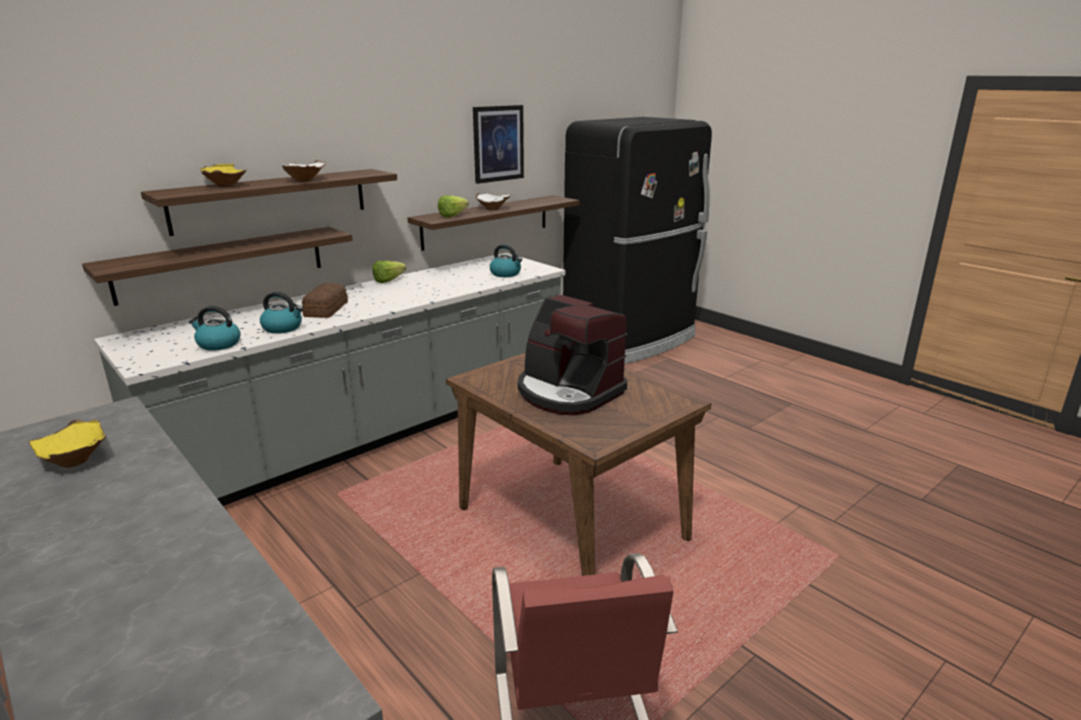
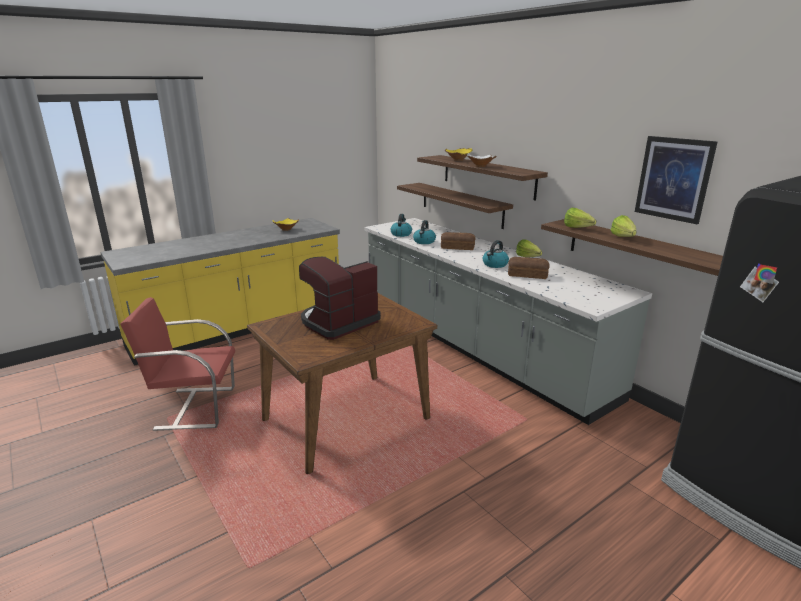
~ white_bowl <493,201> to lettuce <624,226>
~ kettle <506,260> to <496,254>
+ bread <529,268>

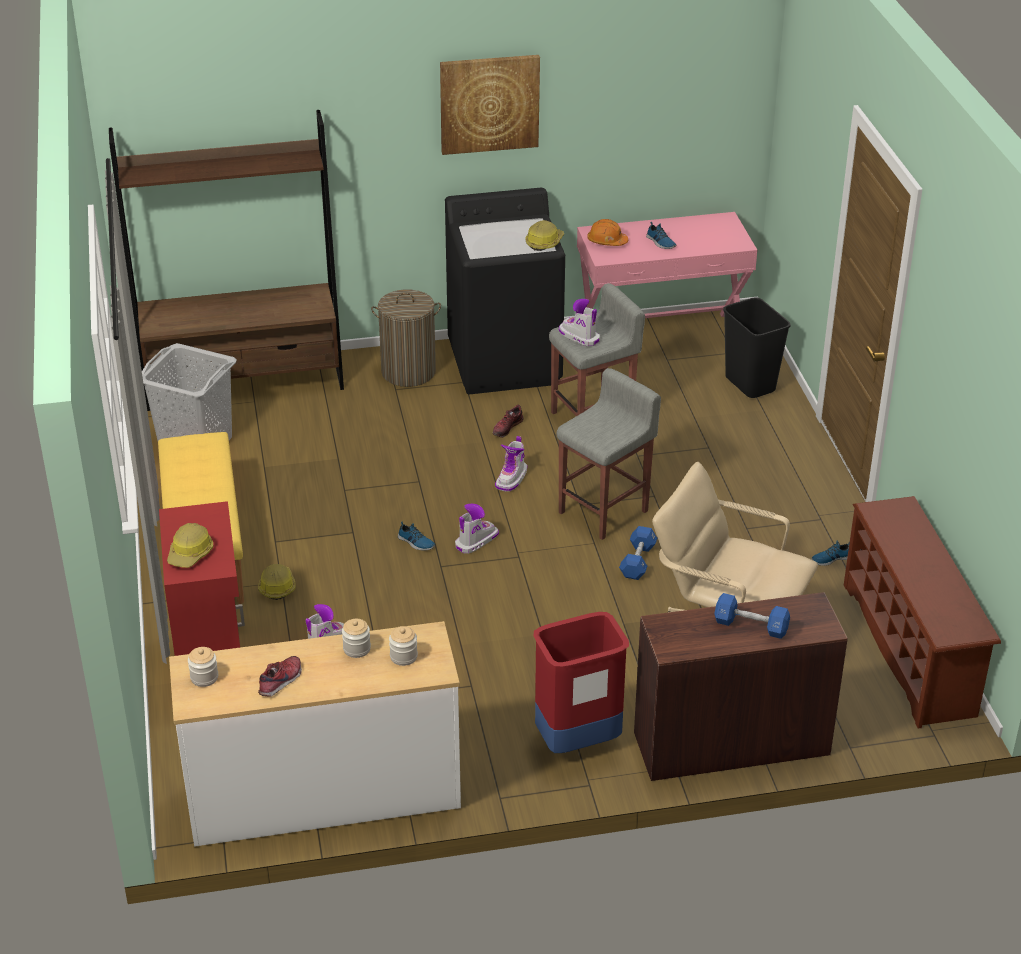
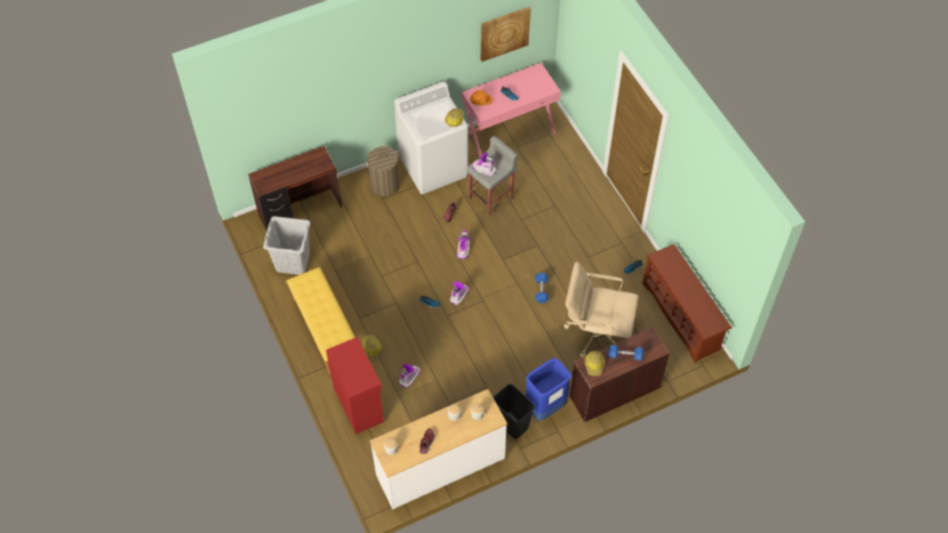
~ picture <490,105> to <506,34>
~ brown_bookcase <226,260> to brown_desk <295,189>
~ black_washing_machine <505,291> to white_washing_machine <431,137>
~ black_trash_can <757,348> to <514,411>
- grey_stool <609,454>
~ hard_hat <190,545> to <595,363>
~ red_trash_can <581,682> to blue_trash_can <549,389>

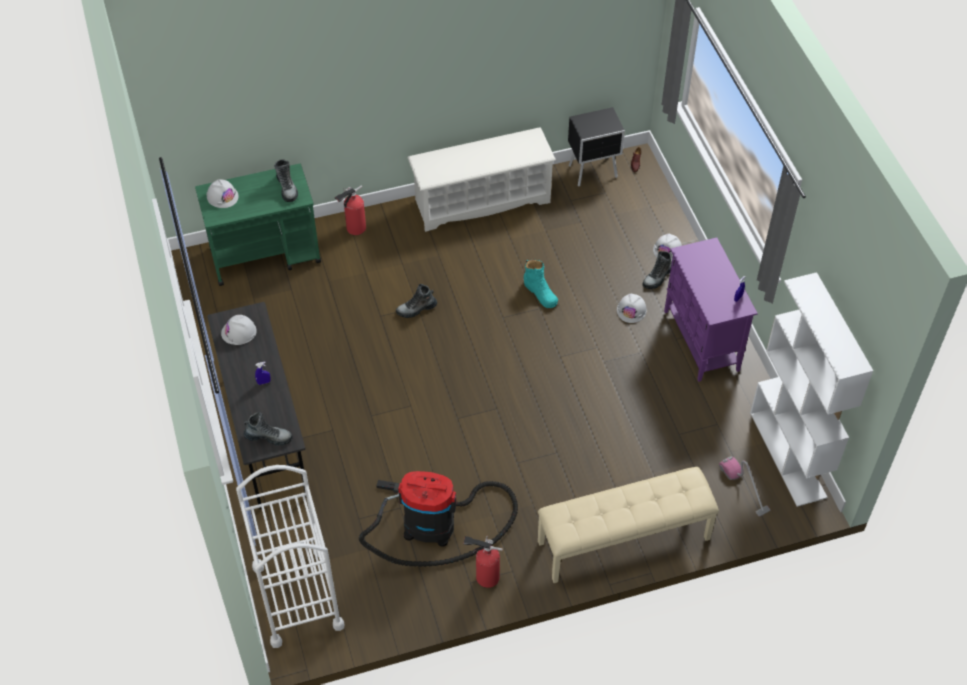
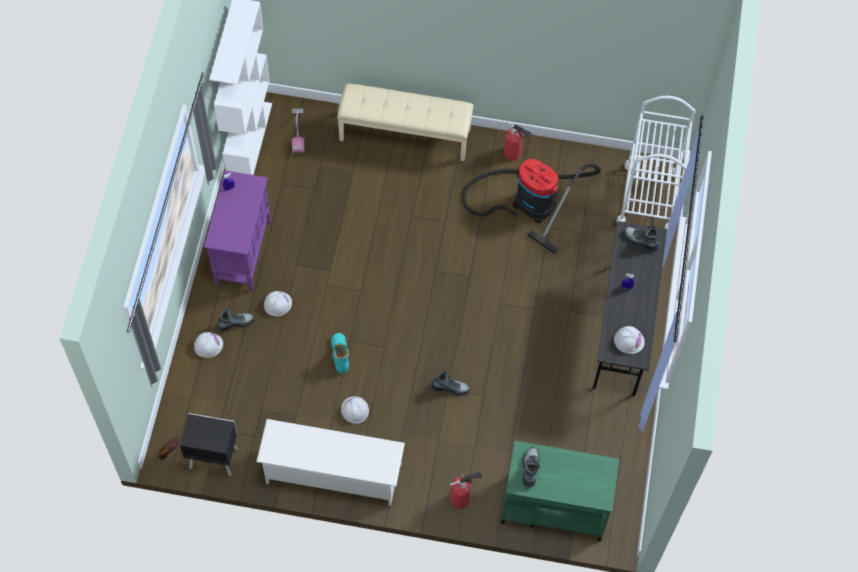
~ white_hard_hat <223,193> to <355,410>

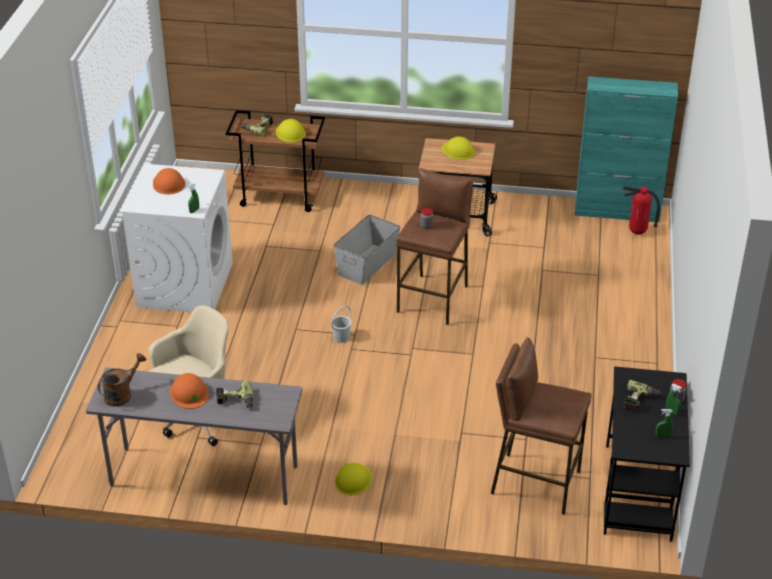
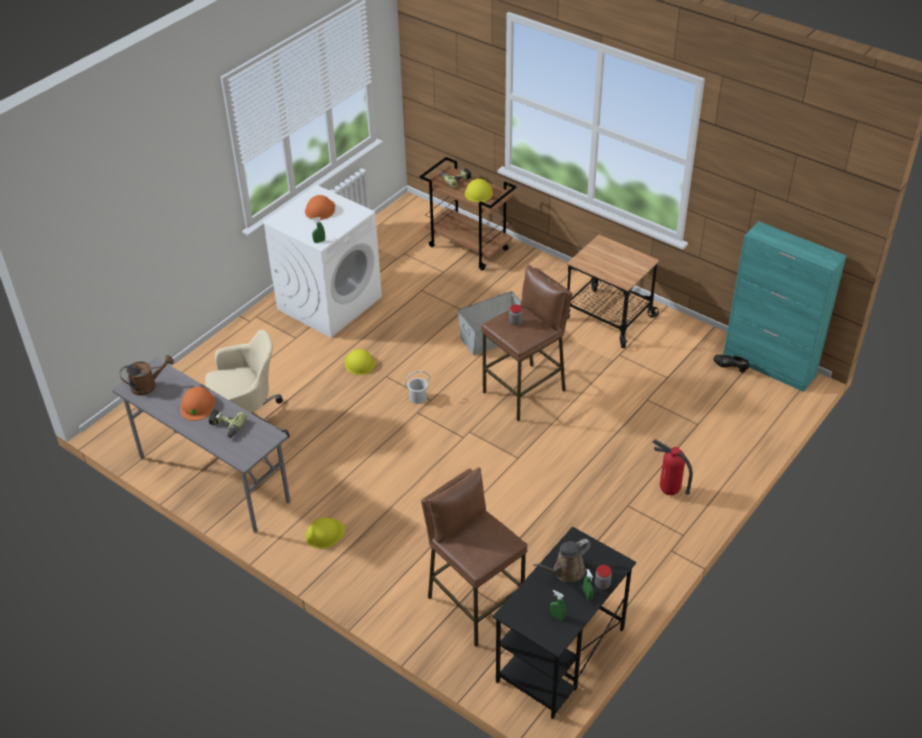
~ yellow_hard_hat <458,148> to <360,362>
~ fire_extinguisher <641,210> to <672,467>
~ power_drill <642,396> to brown_watering_can <562,560>
+ black_shoe <731,363>

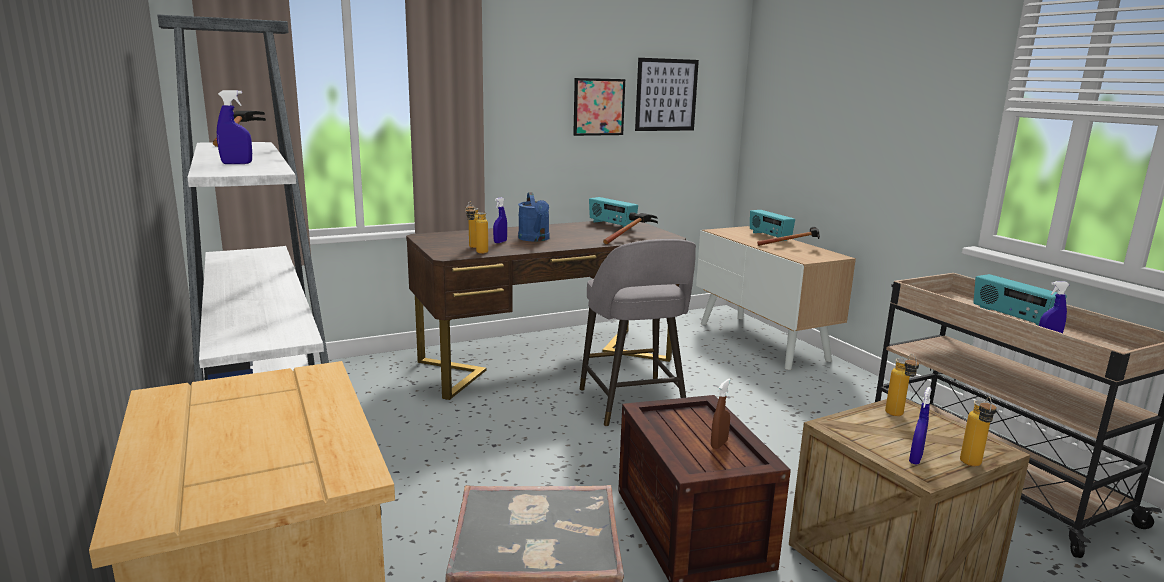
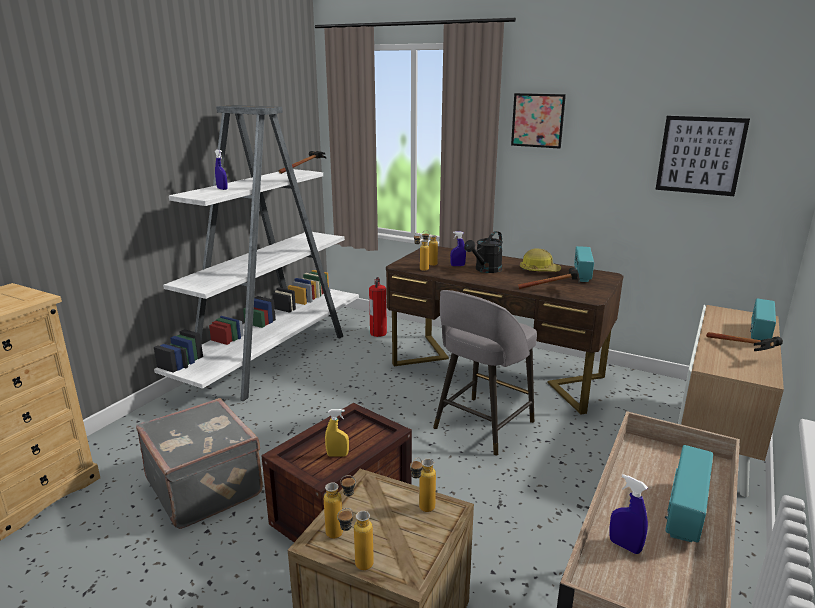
~ picture <599,107> to <538,121>
~ blue_watering_can <534,217> to black_watering_can <483,252>
~ brown_spray_bottle <721,414> to yellow_spray_bottle <337,433>
~ blue_spray_bottle <920,426> to bottle <340,507>
+ hard_hat <540,260>
+ fire_extinguisher <378,307>

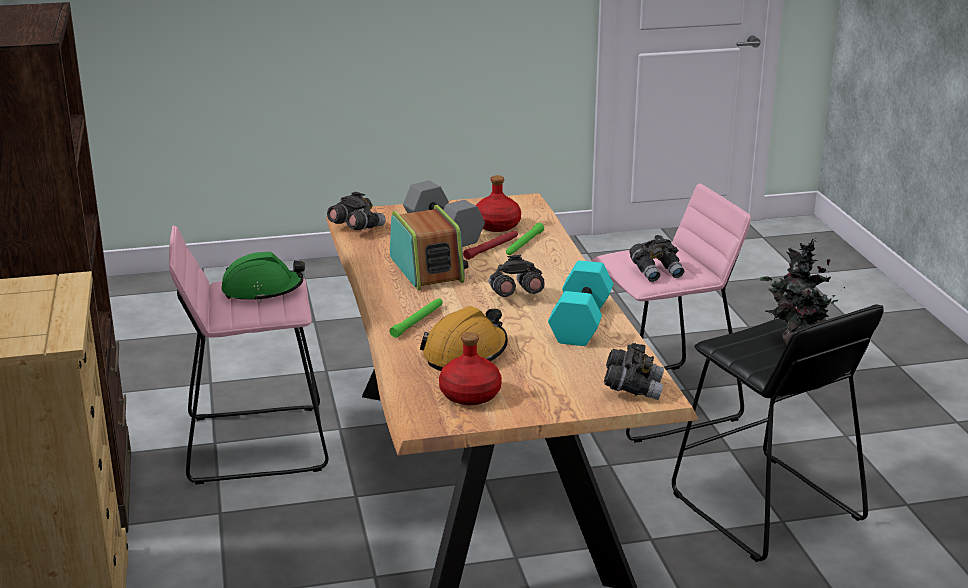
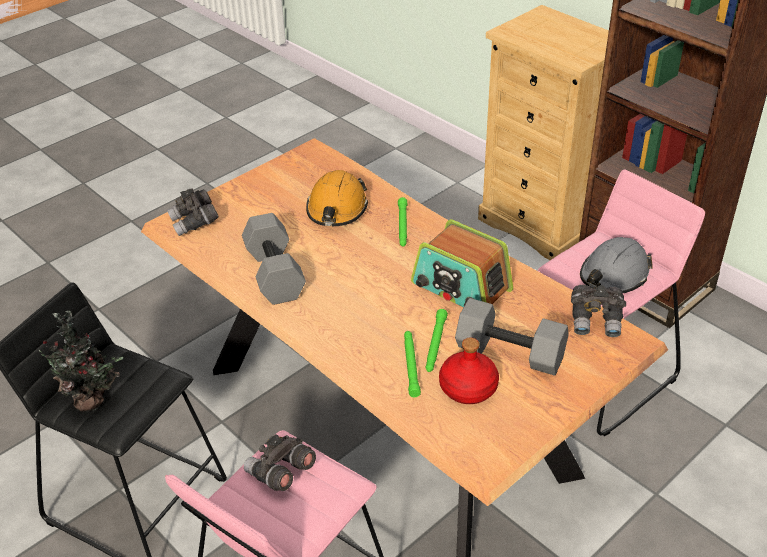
~ red_flashlight <490,245> to green_flashlight <437,340>
~ green_hard_hat <263,277> to grey_hard_hat <616,265>
- grey_binoculars <517,276>
~ turquoise_dumbbell <580,303> to grey_dumbbell <274,259>
- red_bottle <470,368>

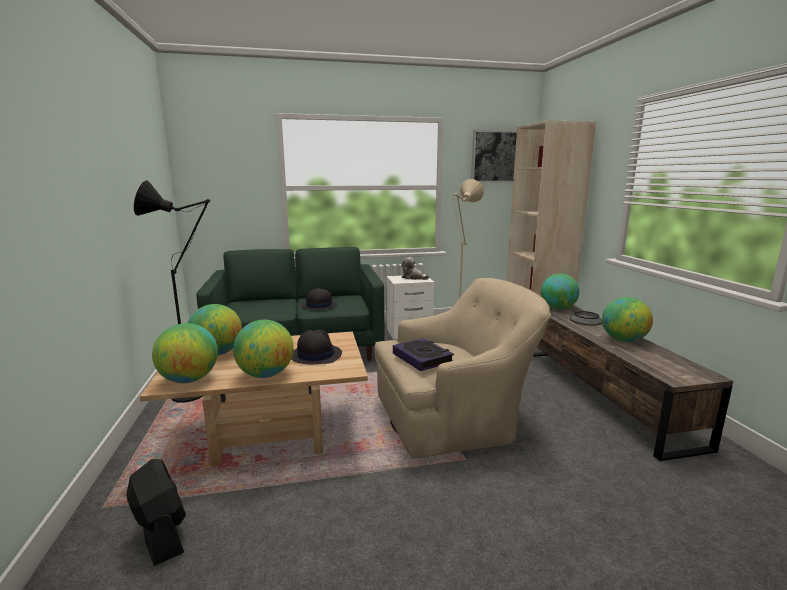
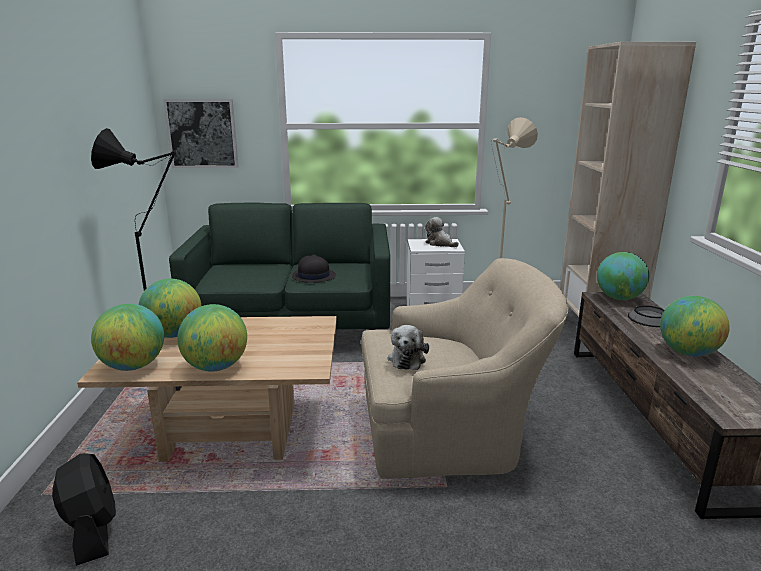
~ picture <494,156> to <201,133>
- black_hat <317,347>
~ book <423,354> to plush_toy <408,347>

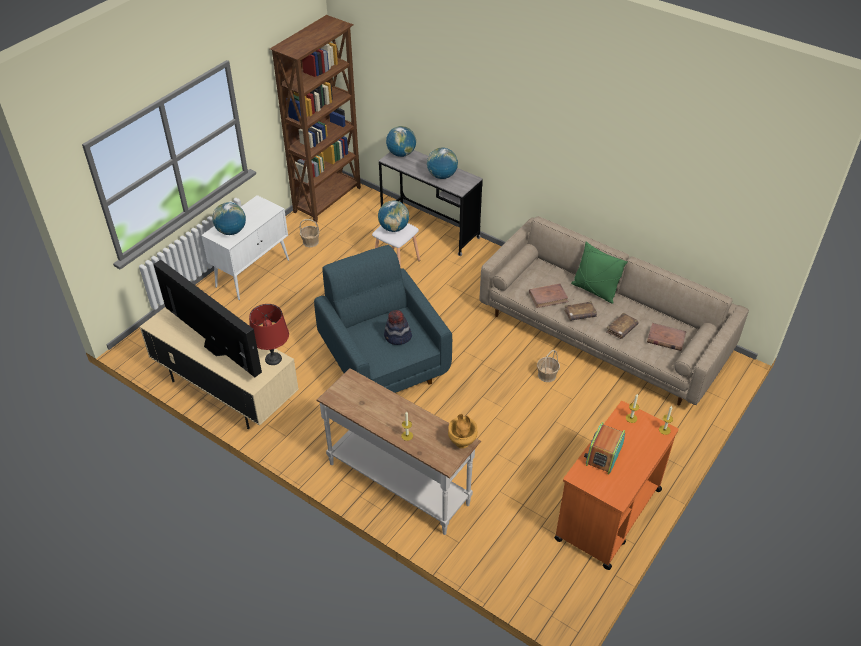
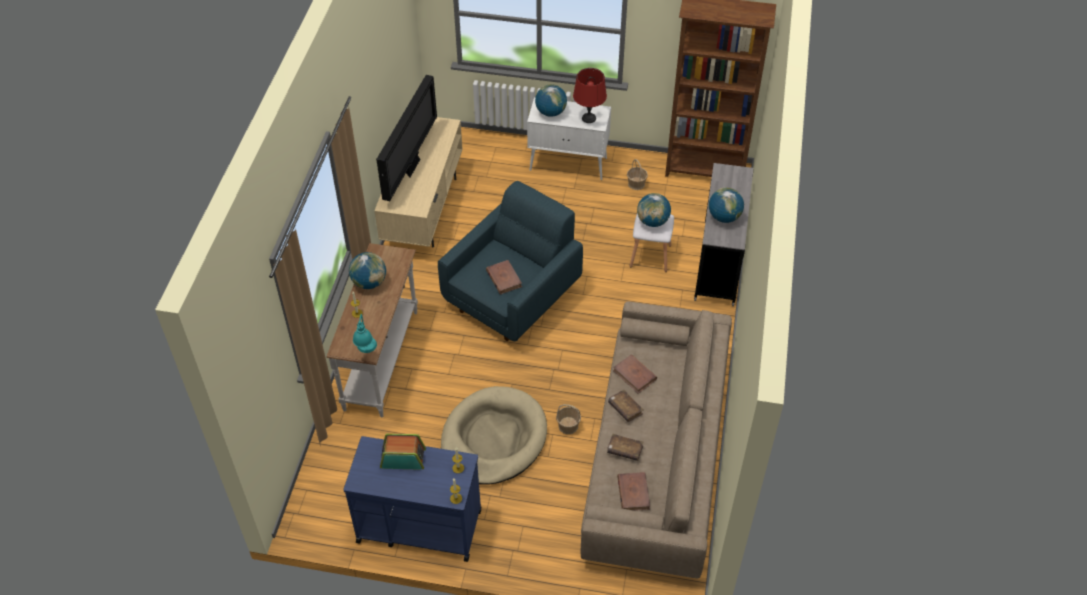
~ globe <401,141> to <367,270>
- green_pillow <599,272>
~ red_table_lamp <269,334> to <590,95>
~ hat <398,327> to brown_book <504,277>
~ orange_cart <616,485> to blue_cart <412,499>
~ brown_vase <463,431> to turquoise_table_lamp <365,333>
+ beige_dog_bed <494,435>

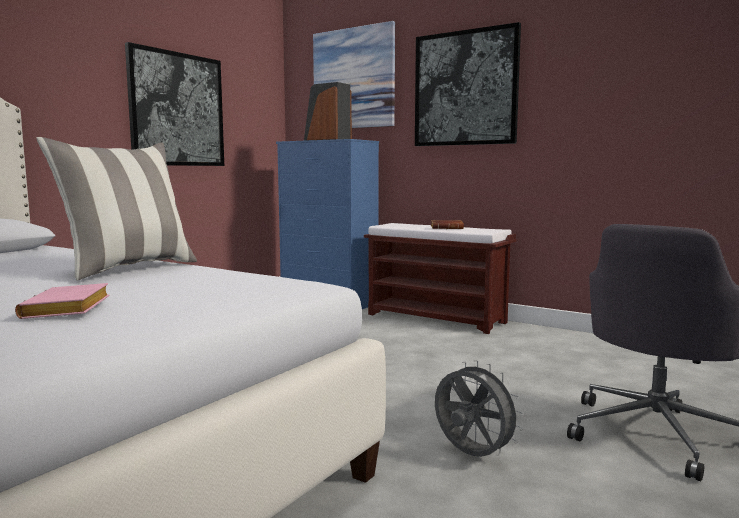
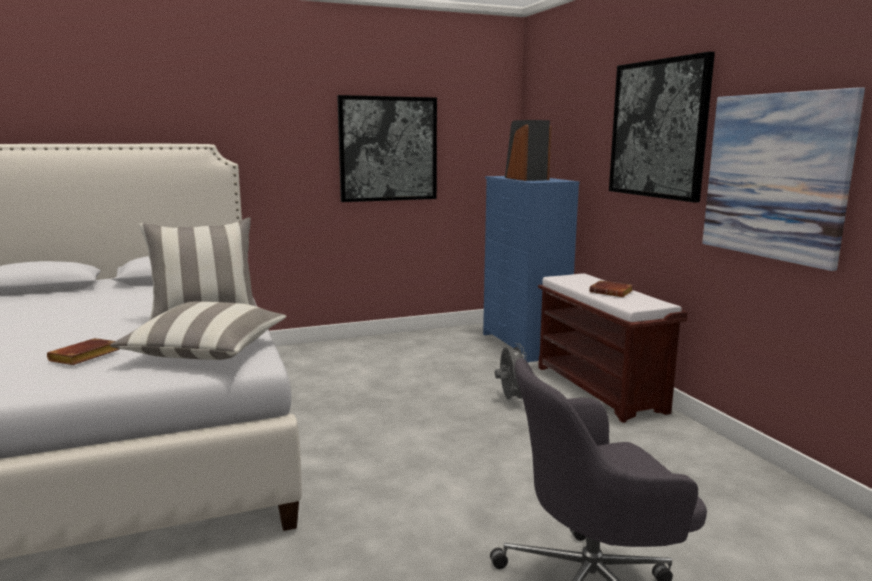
~ picture <354,74> to <783,179>
~ pink_book <62,301> to brown_book <83,351>
~ grey_fan <479,408> to <510,372>
+ pillow <198,330>

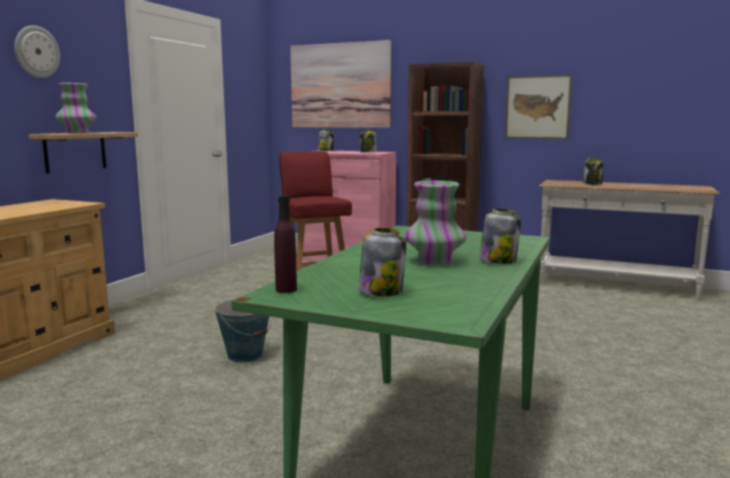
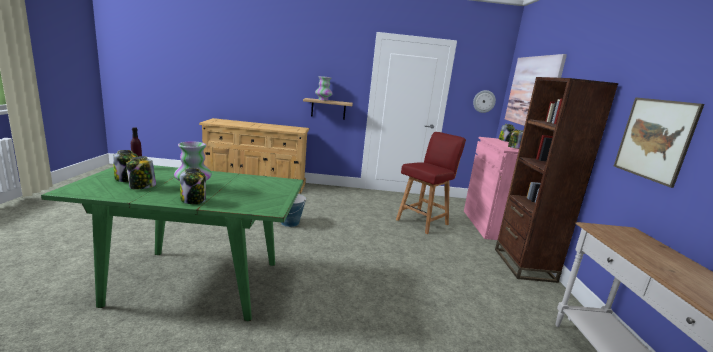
~ wall_clock <37,51> to <484,101>
~ jar <593,171> to <141,172>

